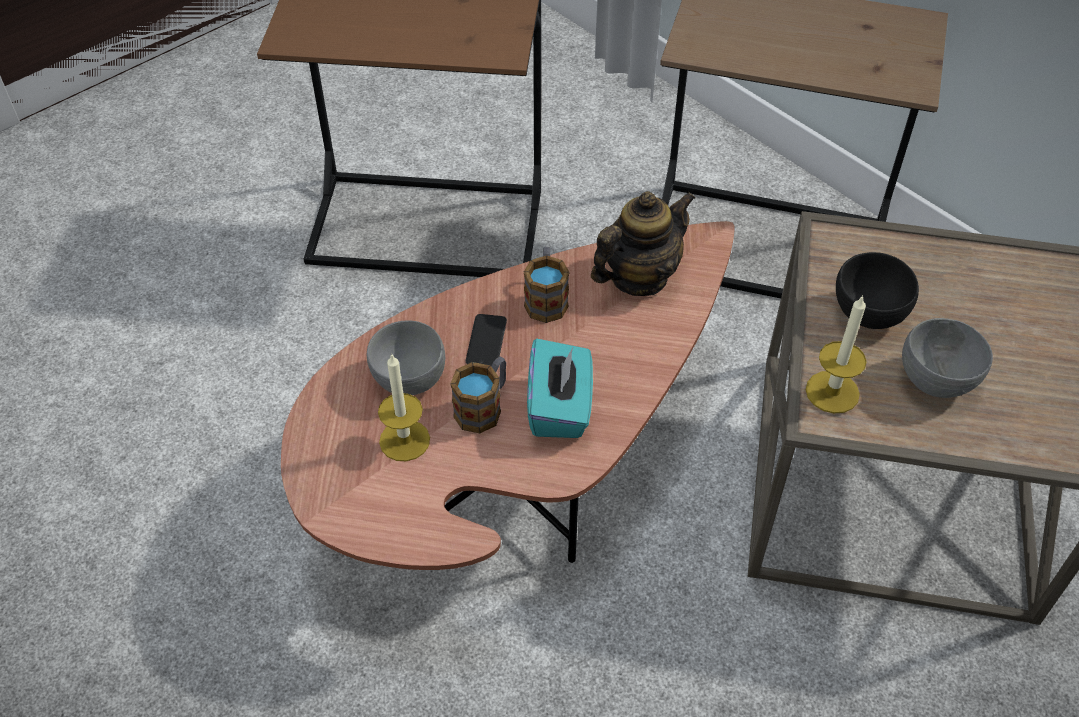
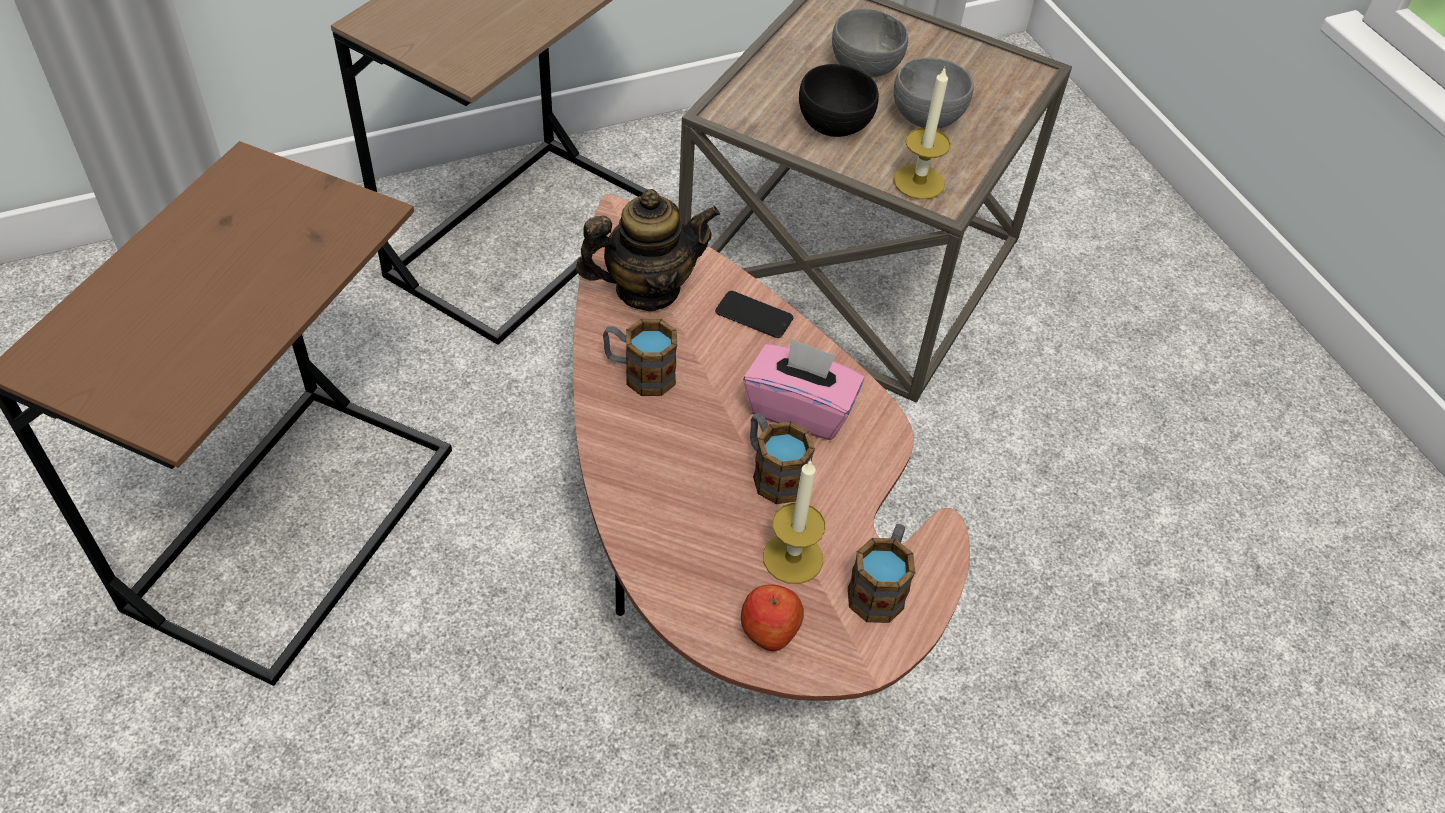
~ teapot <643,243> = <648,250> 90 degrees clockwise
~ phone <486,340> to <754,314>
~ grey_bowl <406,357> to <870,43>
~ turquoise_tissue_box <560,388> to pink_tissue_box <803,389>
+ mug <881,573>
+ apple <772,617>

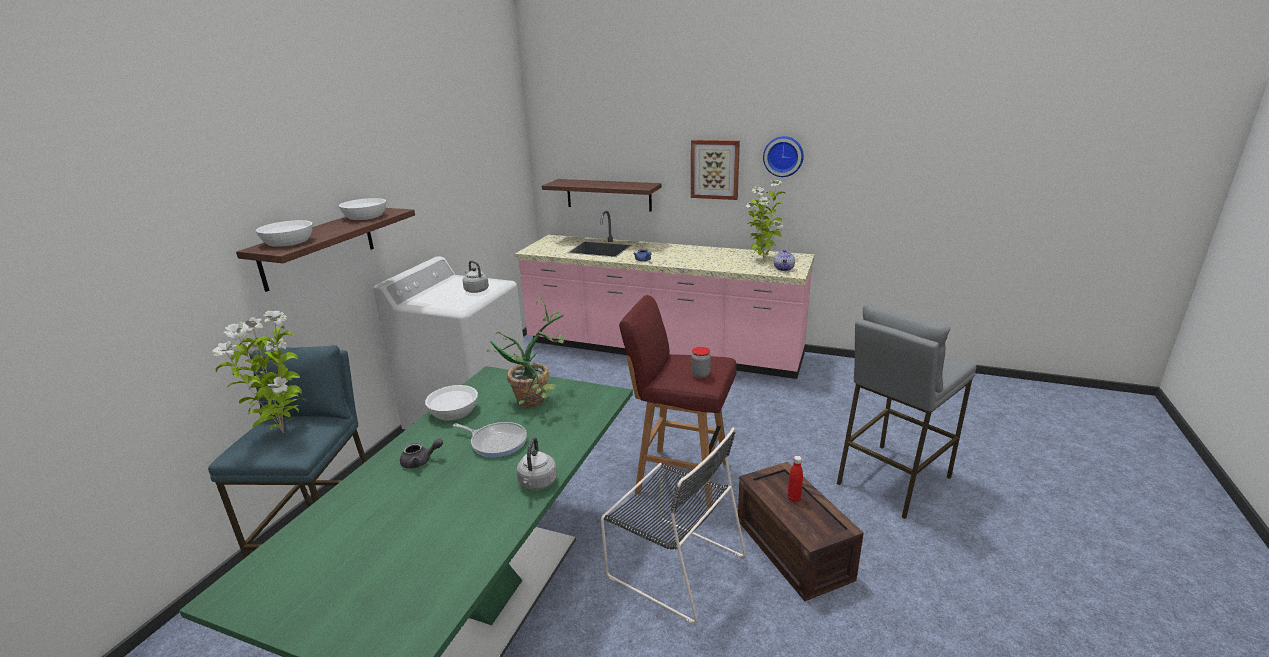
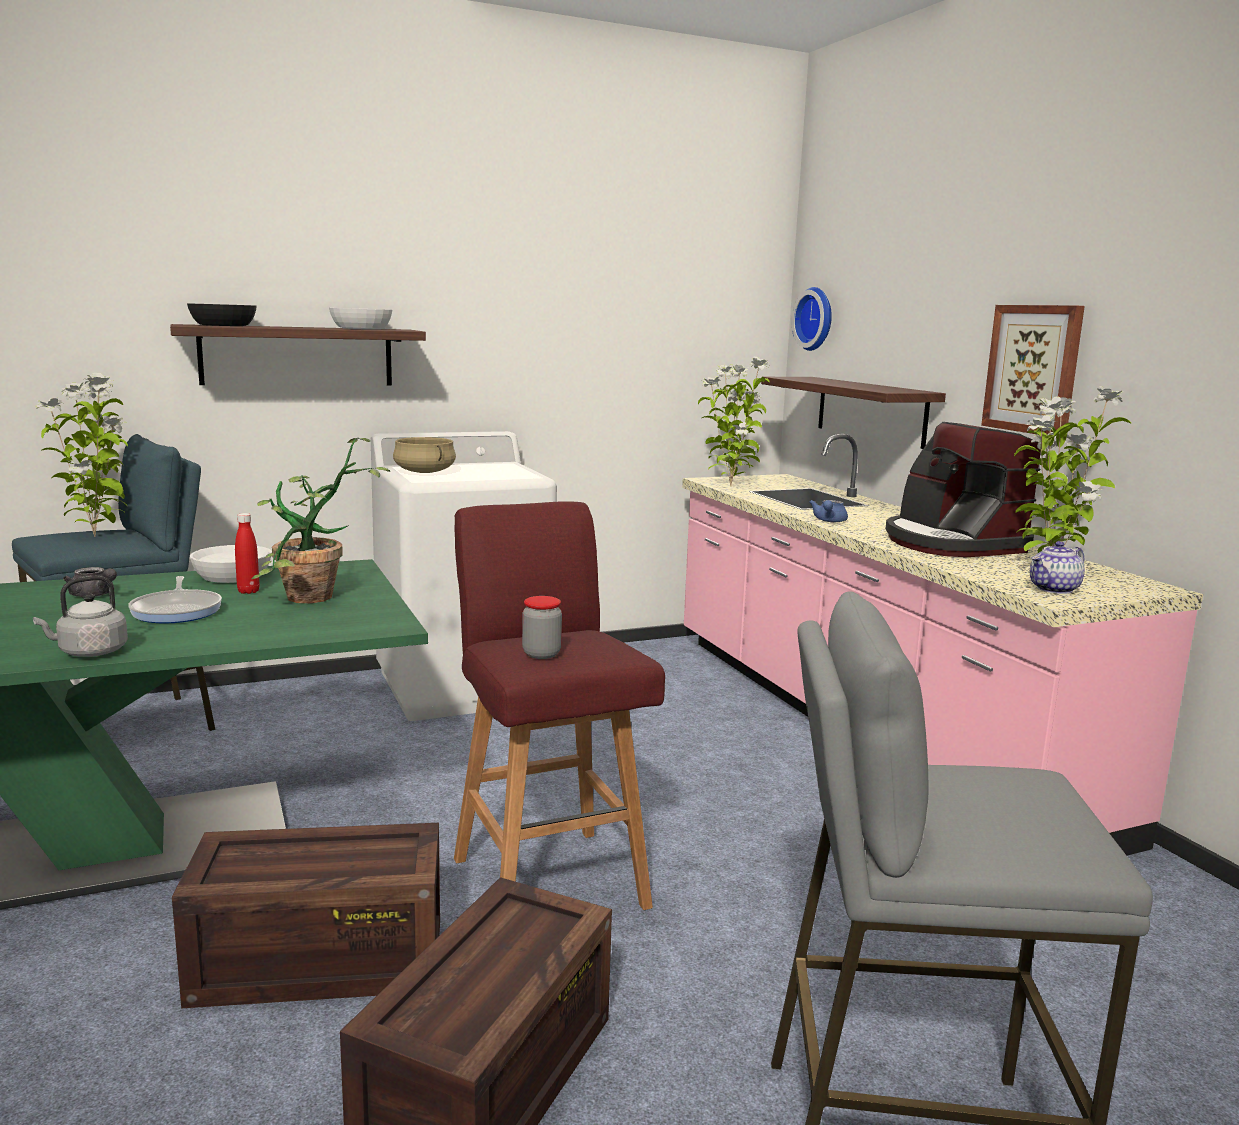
~ wall_clock <783,156> to <812,319>
~ white_bowl <284,233> to black_bowl <222,314>
- grey_kettle <475,276>
~ black_chair <673,525> to crate <306,915>
~ red_bottle <795,479> to <247,553>
+ potted_plant <734,421>
+ coffee_machine <963,489>
+ beige_cooking_pot <424,455>

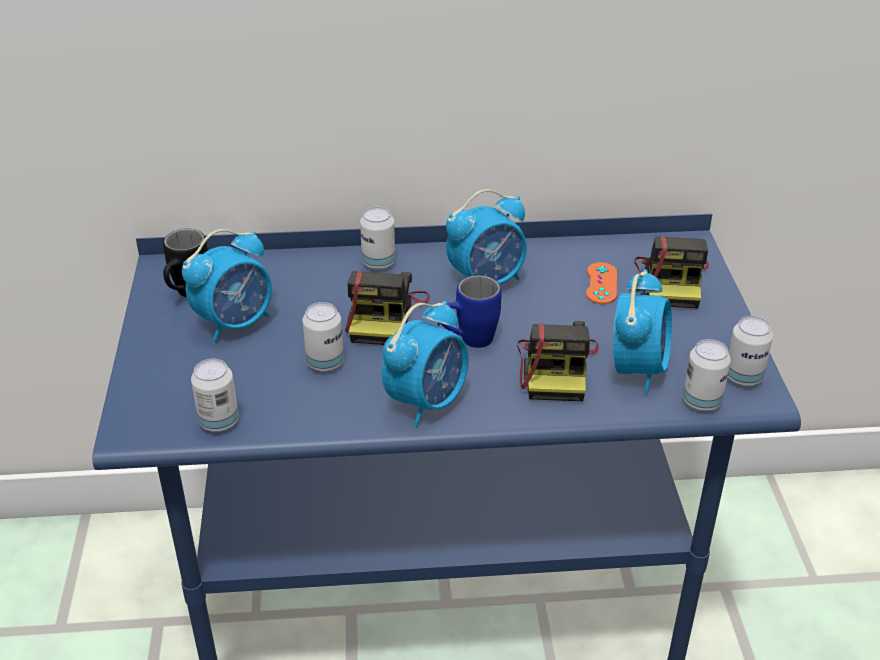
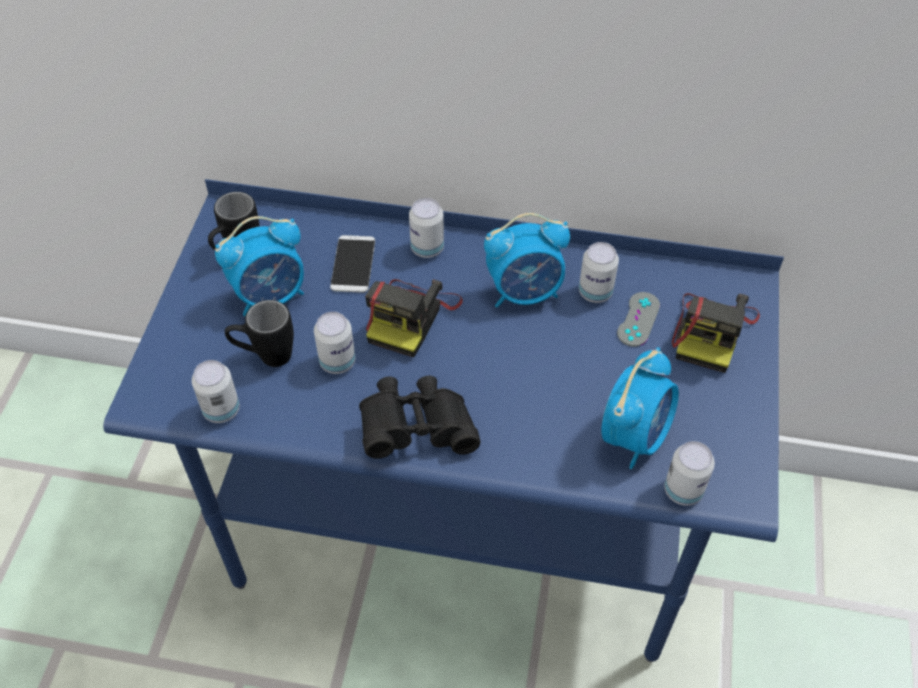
~ orange_game_controller <601,283> to grey_game_controller <638,319>
- blue_mug <471,311>
~ alarm_clock <425,364> to black_binoculars <419,417>
~ can <750,351> to <599,272>
- photo_camera <558,361>
+ phone <352,264>
+ black_mug <259,333>

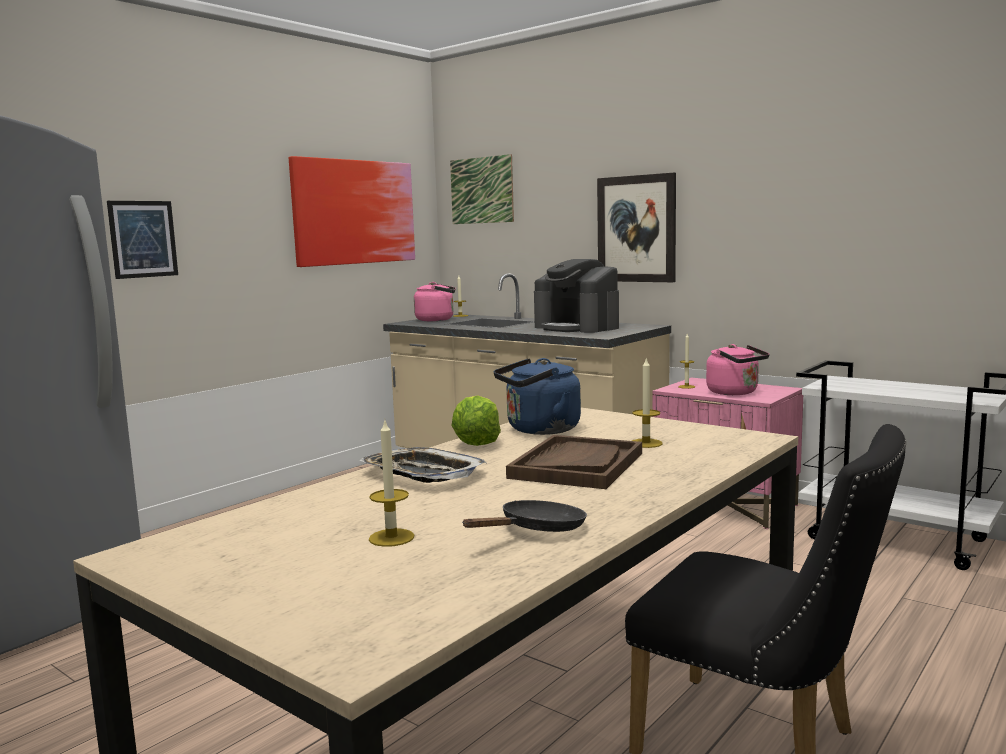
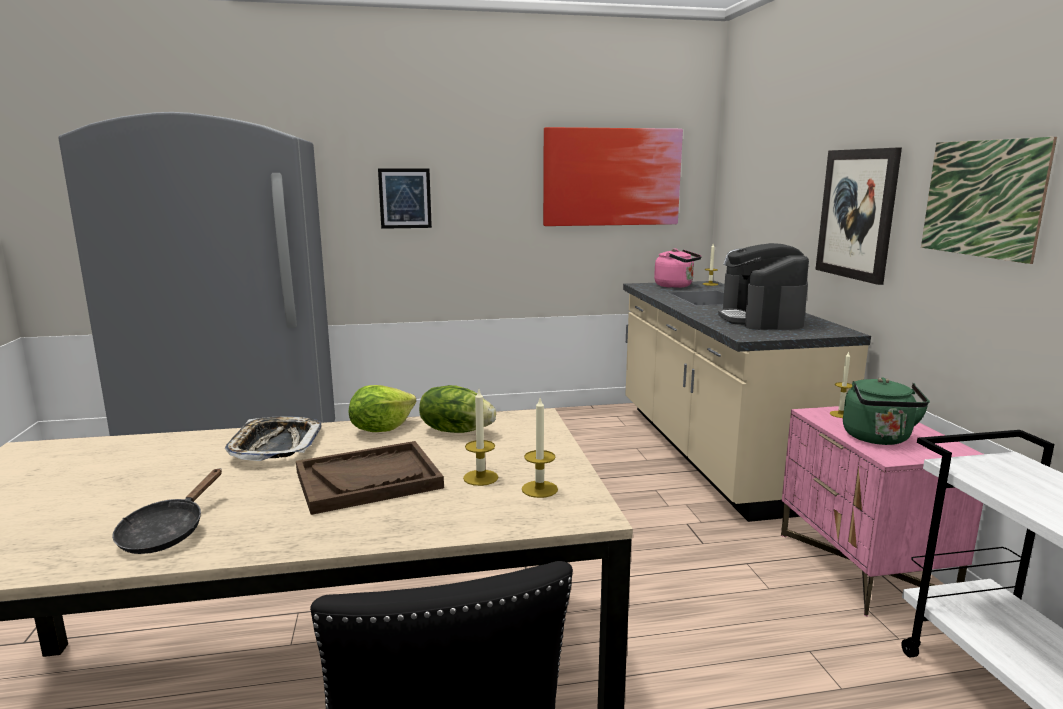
~ picture <482,189> to <989,200>
~ pink_kettle <737,369> to green_kettle <886,411>
~ blue_kettle <537,396> to lettuce <457,409>
~ candle <391,484> to <540,448>
~ black_frying_pan <524,516> = <167,511> 105 degrees clockwise

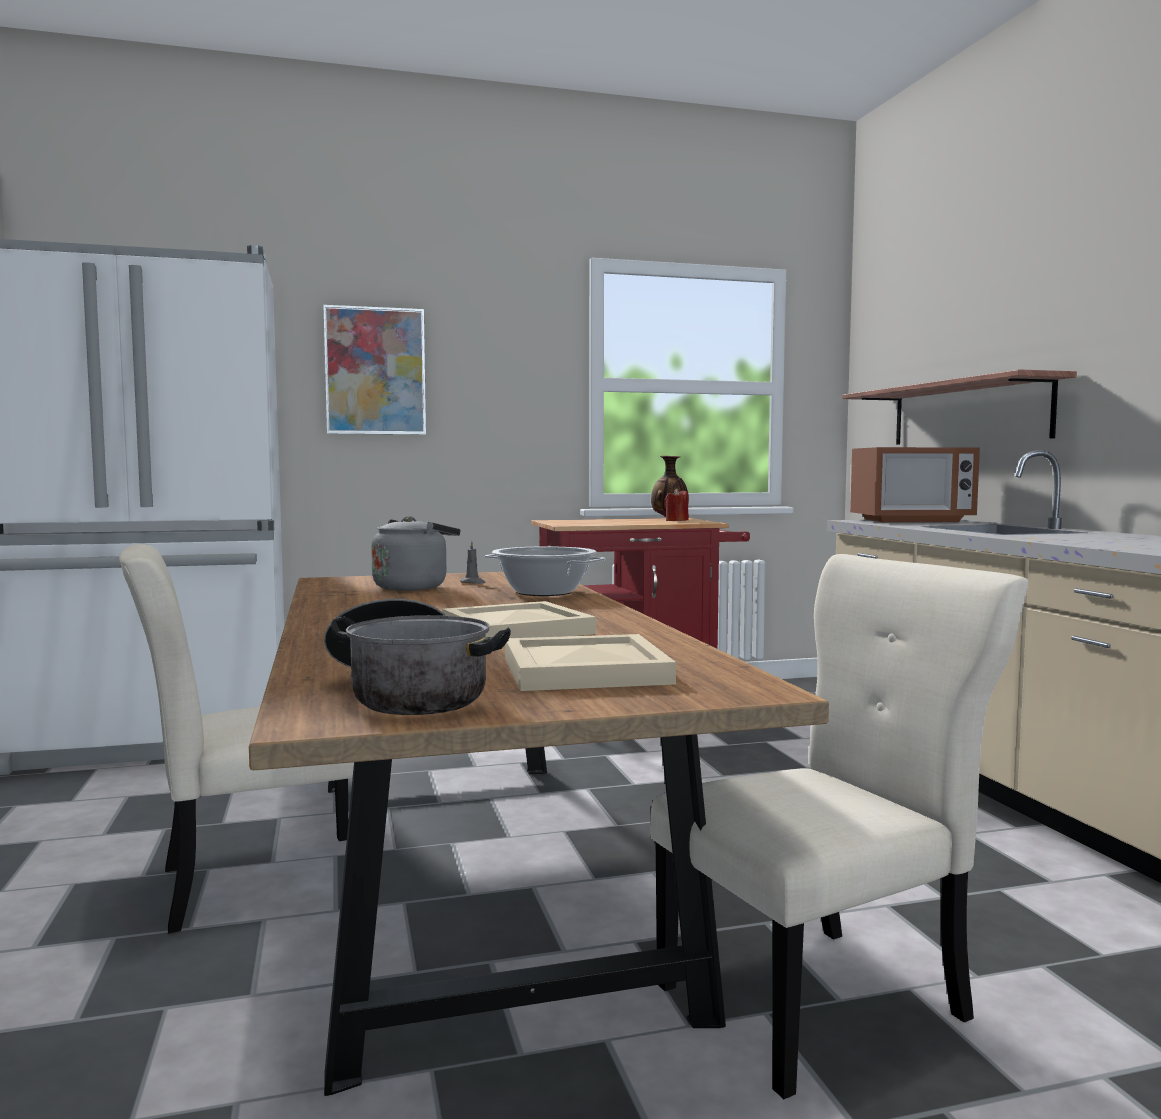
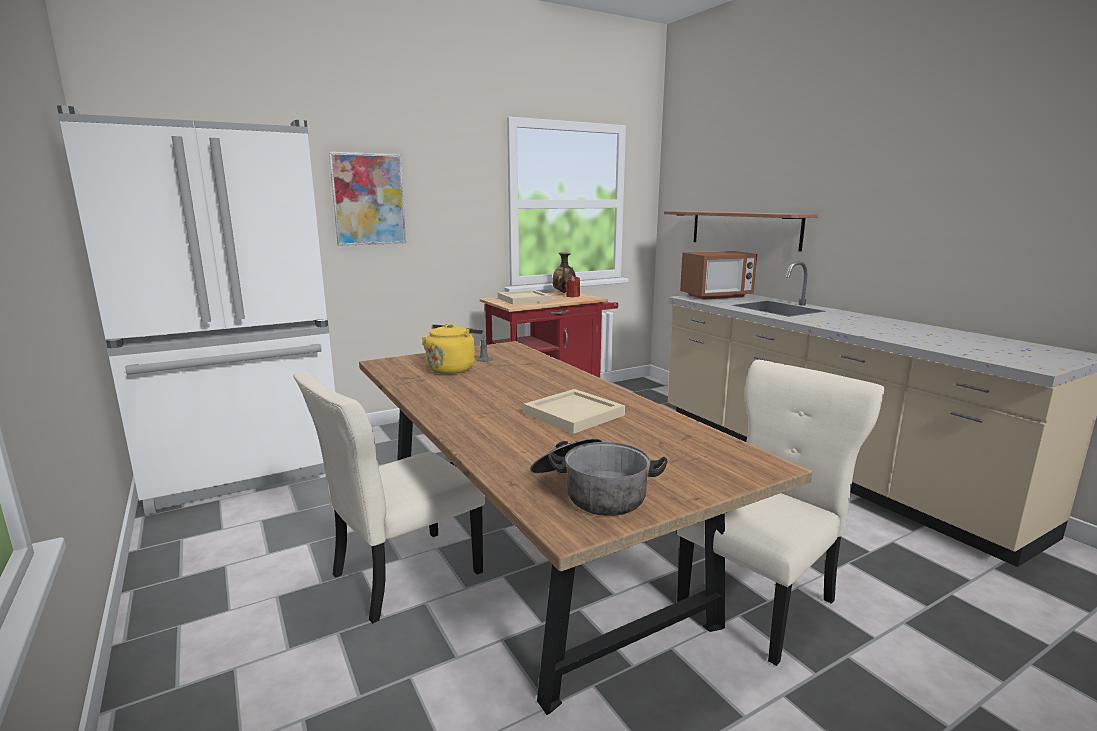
~ grey_kettle <415,553> to yellow_kettle <452,349>
- cooking_pot <545,571>
~ beige_tray <590,662> to <525,297>

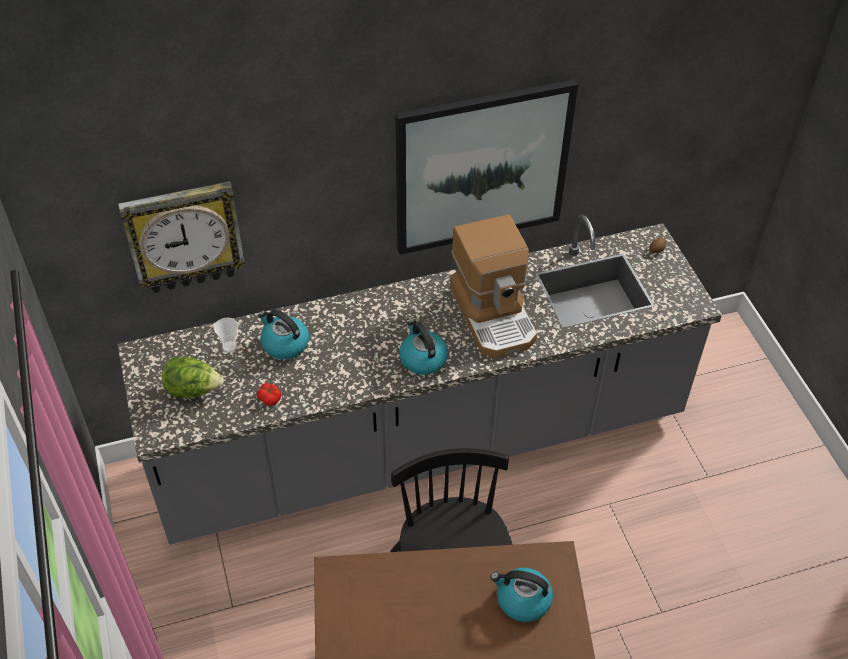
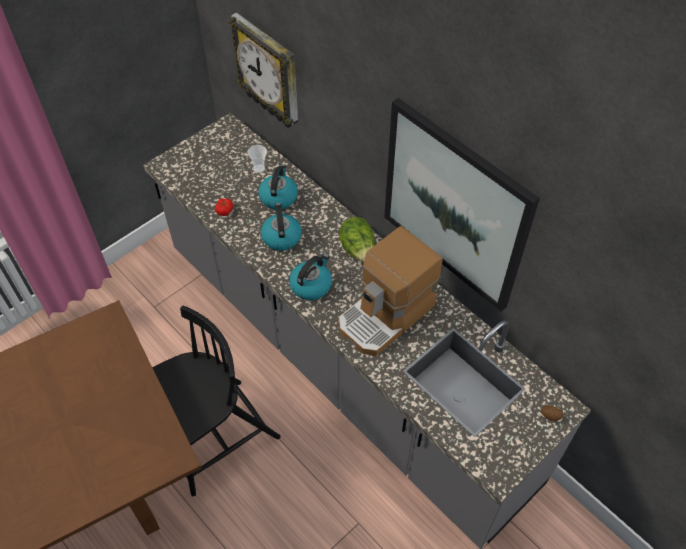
~ lettuce <193,377> to <357,239>
~ kettle <522,595> to <281,227>

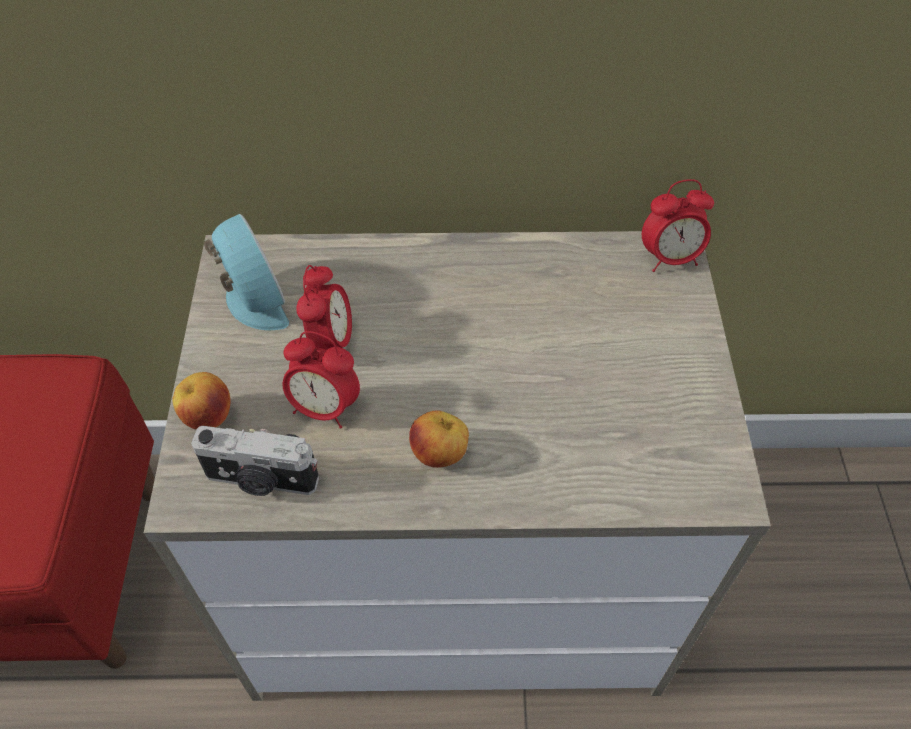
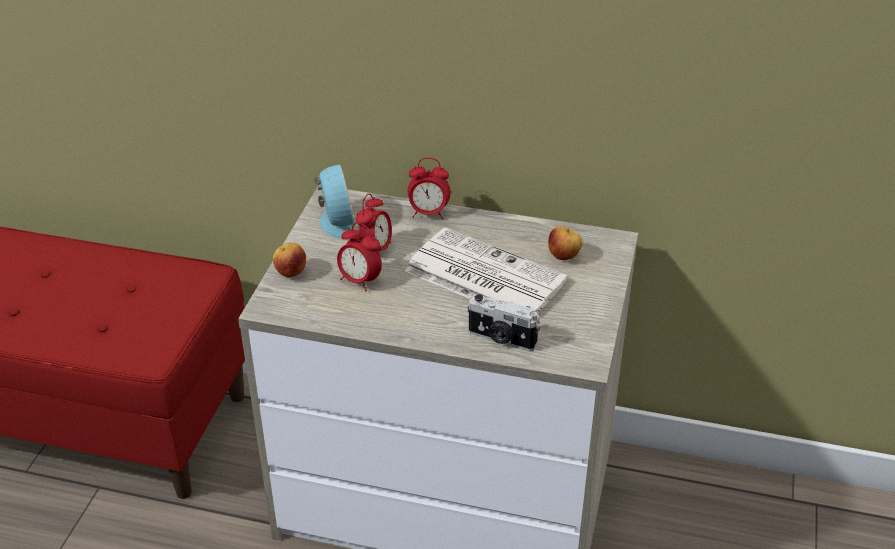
~ alarm_clock <678,225> to <429,188>
~ apple <439,439> to <565,243>
~ photo_camera <255,461> to <504,322>
+ newspaper <486,270>

